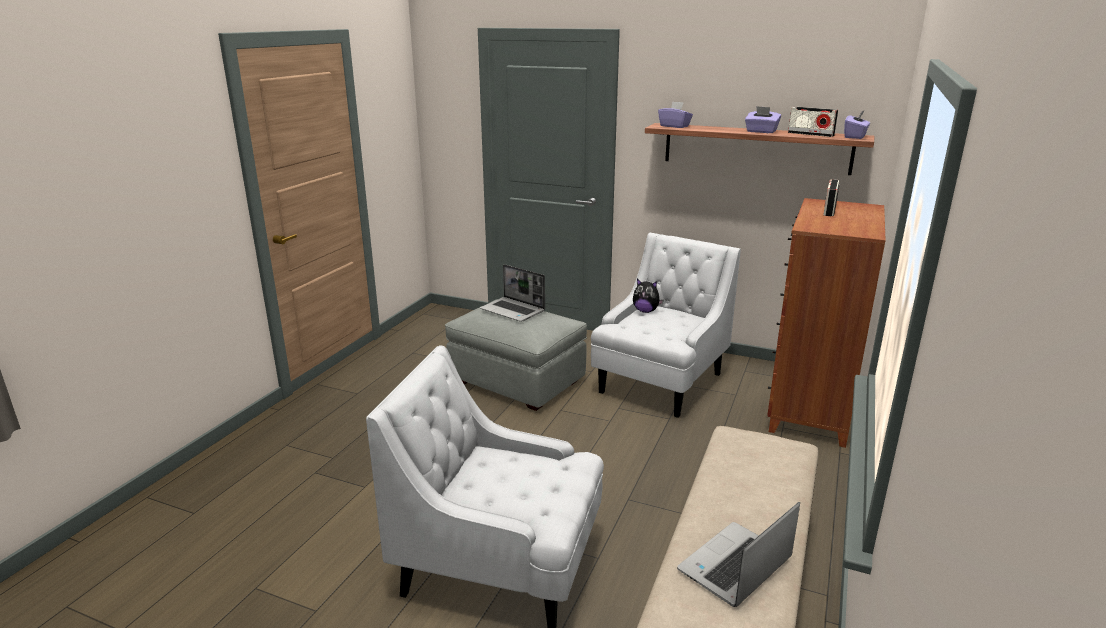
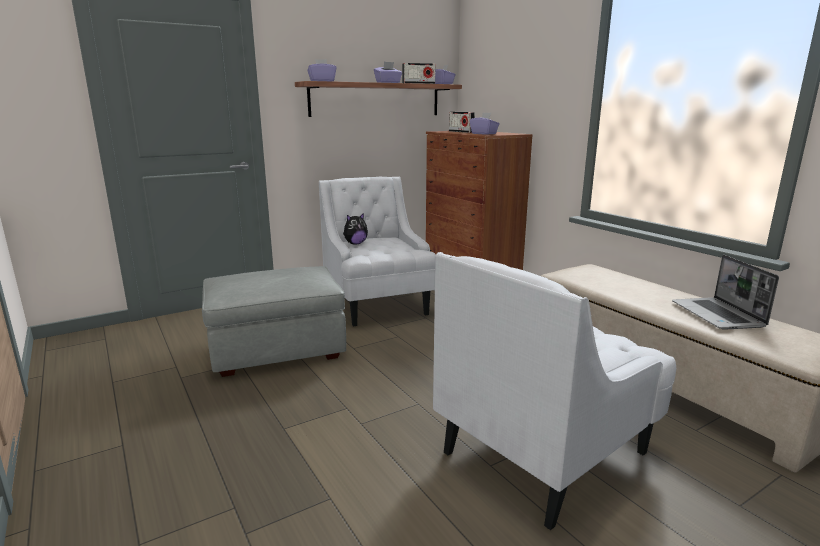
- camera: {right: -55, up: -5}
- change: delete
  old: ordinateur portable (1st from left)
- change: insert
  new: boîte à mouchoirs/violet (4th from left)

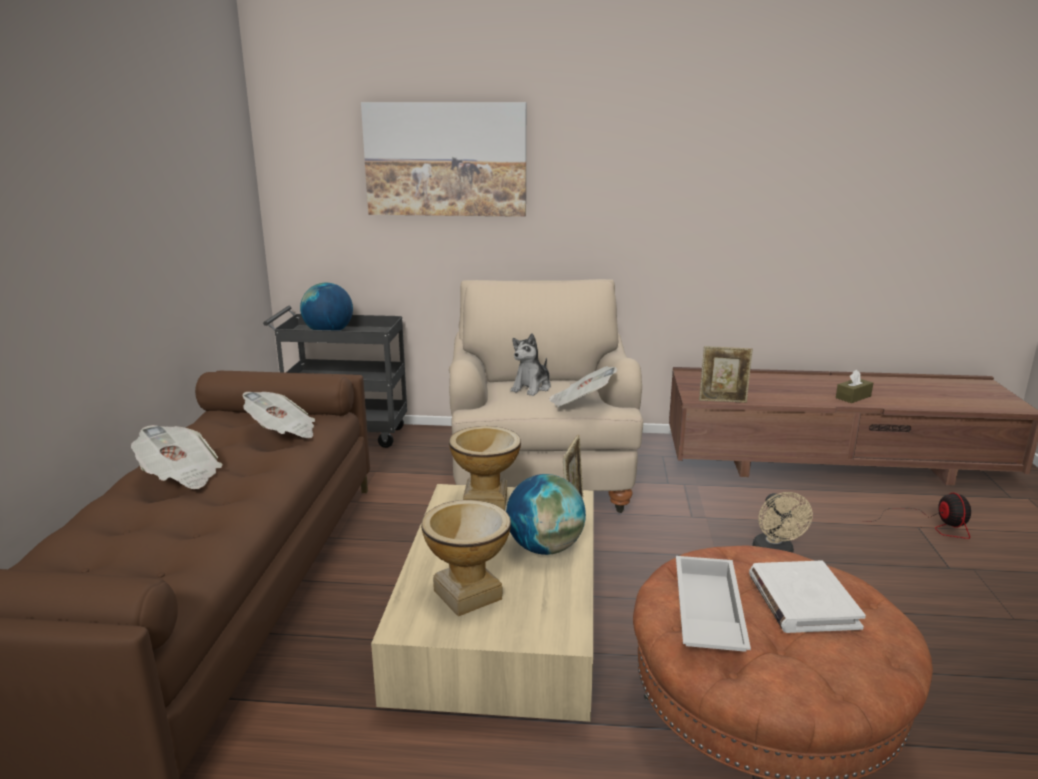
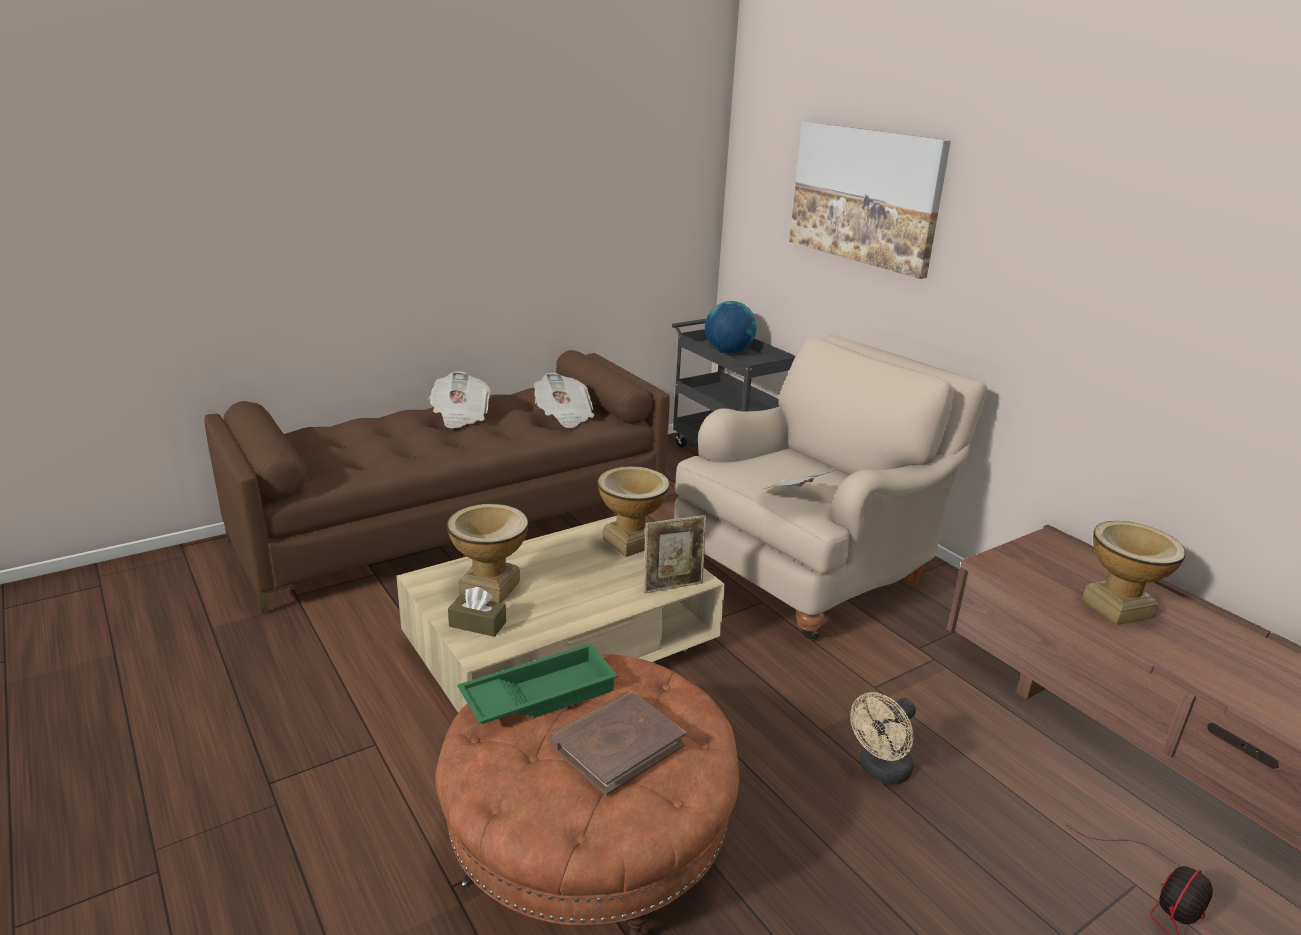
- camera: {right: 50, up: 5}
- change: delete
  old: globe (2nd from left)
- change: delete
  old: peluche
- change: delete
  old: cadre photo (2nd from left)
- change: insert
  new: vase (3rd from left)
- change: move
  old: boîte à mouchoirs/marron
- change: recolor
  old: plateau/blanc
  new: plateau/vert
- change: recolor
  old: livre/blanc
  new: livre/marron

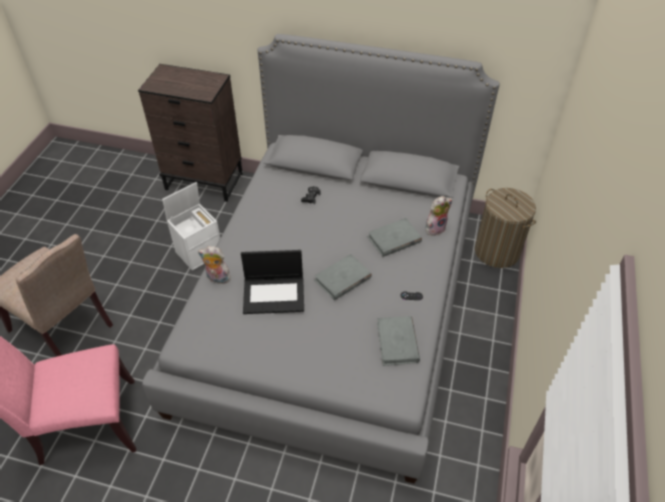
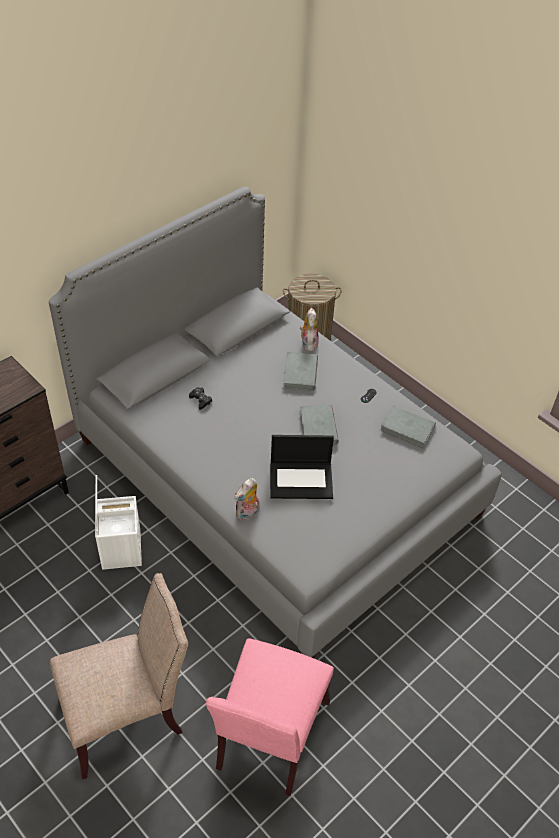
- camera: {right: -60, up: 0}
- change: rotate
  old: ordinateur portable
  degrees: 60

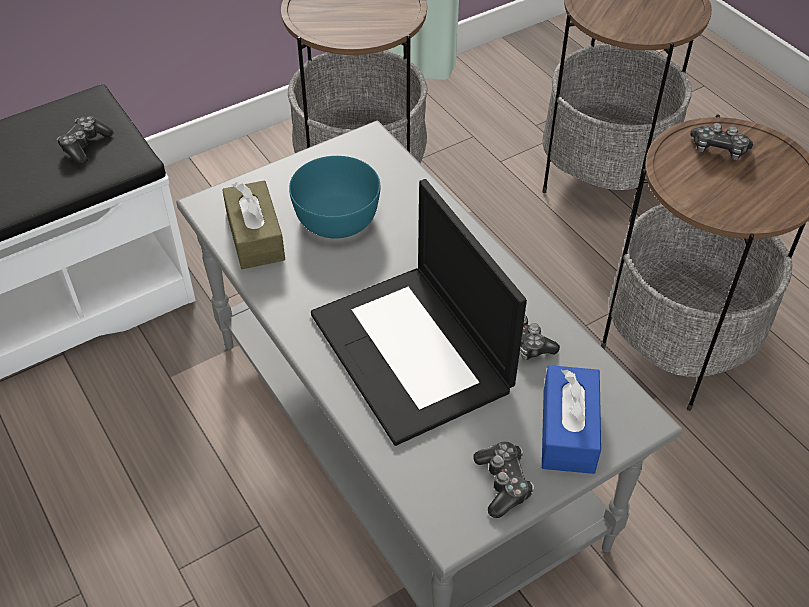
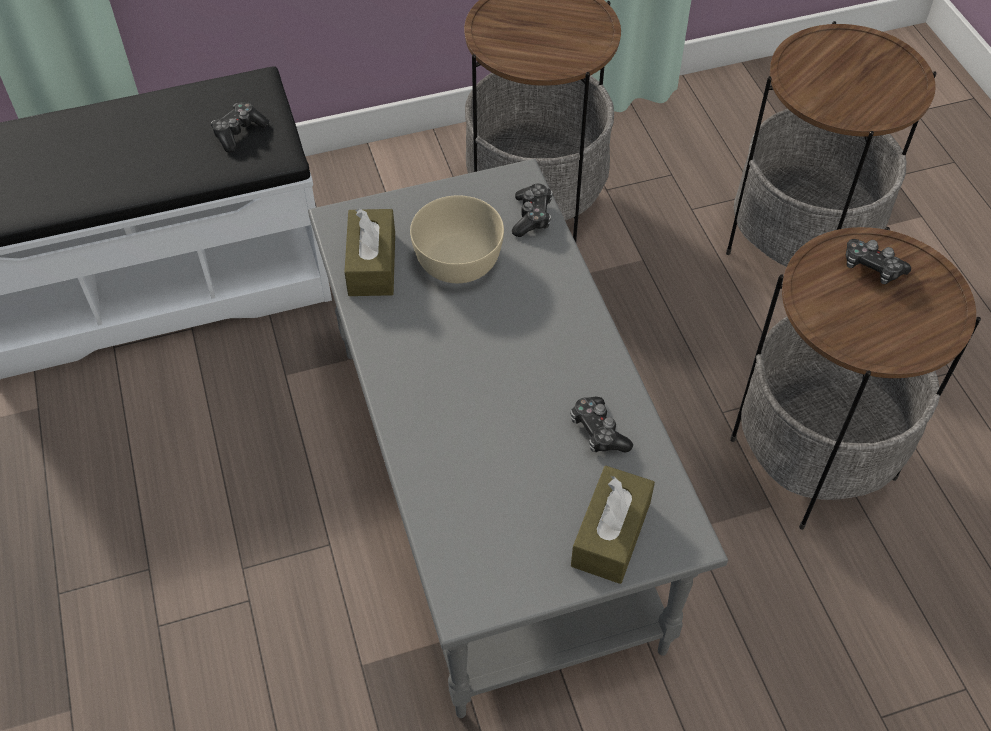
- camera: {right: 15, up: 5}
- change: delete
  old: ordinateur portable
- change: move
  old: manette (2nd from left)
- change: recolor
  old: bol/turquoise
  new: bol/beige
- change: recolor
  old: boîte à mouchoirs/bleu
  new: boîte à mouchoirs/marron (2nd from left)

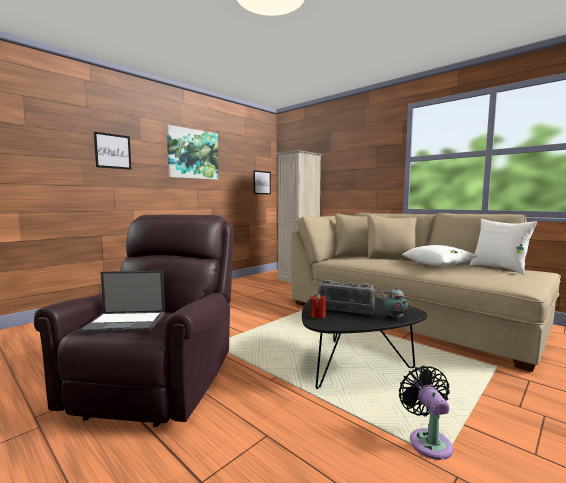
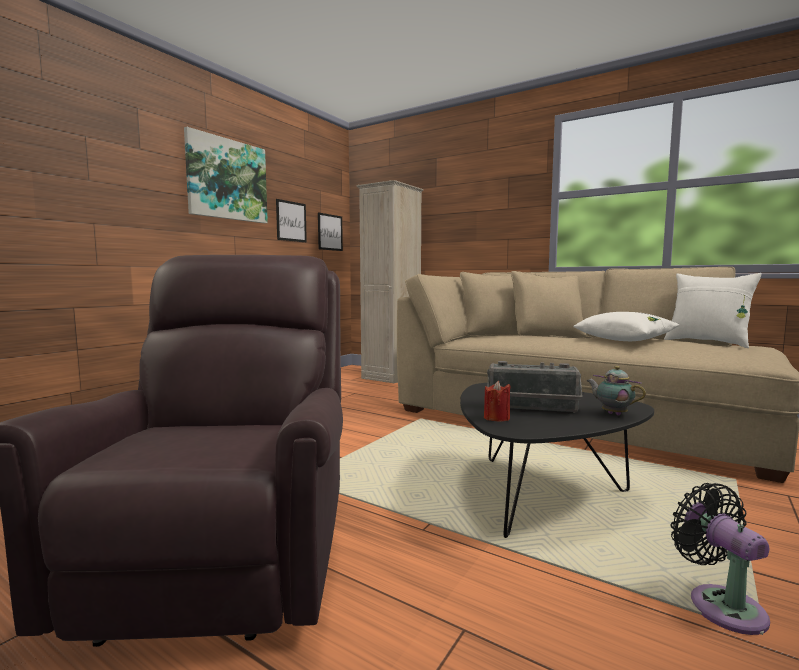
- camera: {right: -10, up: 0}
- change: delete
  old: ordinateur portable
- change: move
  old: tableau (1st from left in the first image)
  new: tableau (2nd from left)

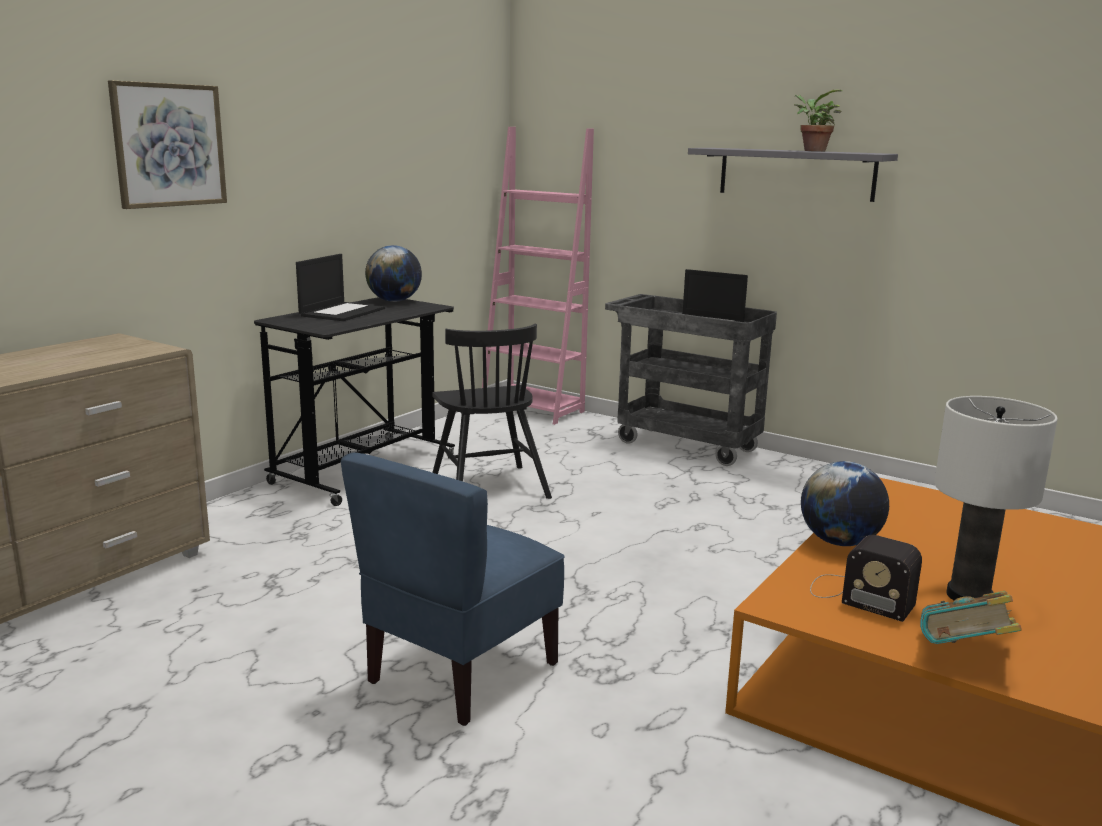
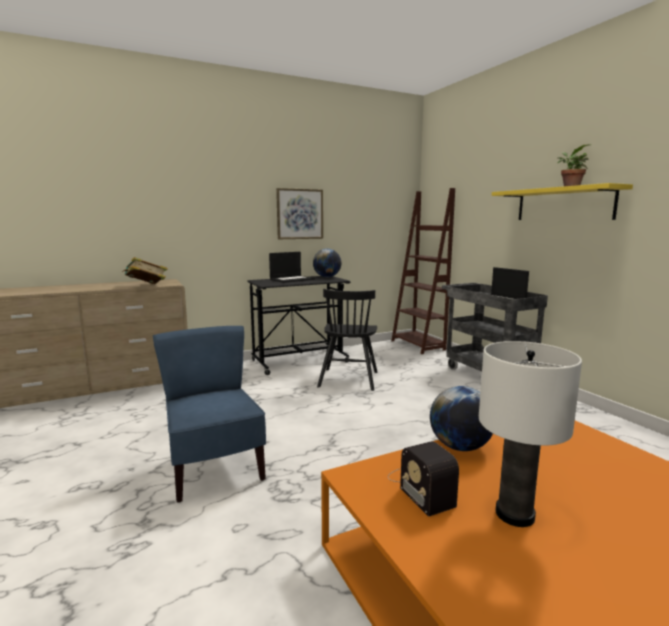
- camera: {right: 30, up: -5}
- change: move
  old: tableau
- change: move
  old: livre
- change: recolor
  old: bibliothèque/rose
  new: bibliothèque/marron
- change: recolor
  old: étagère/gris
  new: étagère/jaune
- change: rotate
  old: chaise/bleu
  degrees: 90

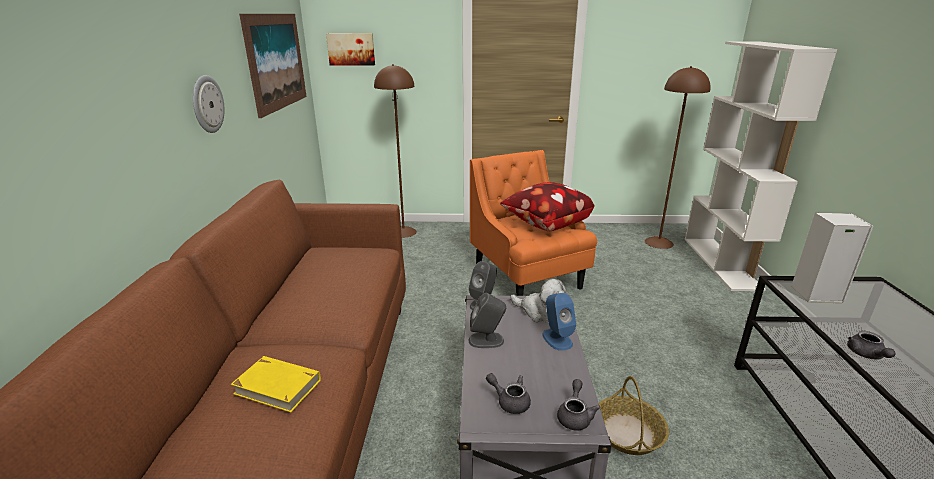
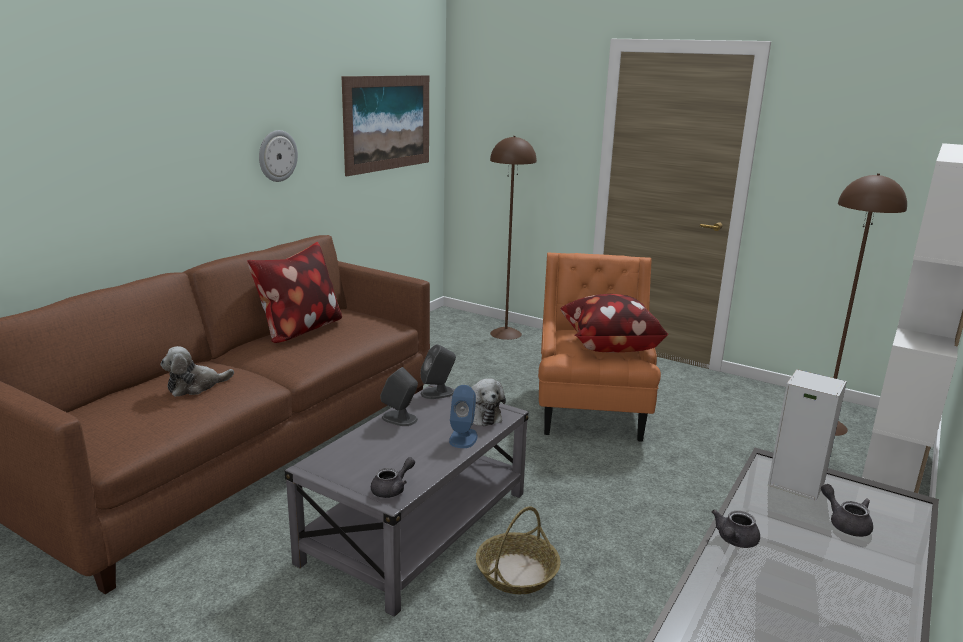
- camera: {right: 30, up: -5}
- change: delete
  old: tableau (2nd from left)
- change: insert
  new: coussin (1st from left)
- change: move
  old: théière/gris (1st from left in the first image)
  new: théière/gris (3rd from left)
- change: replace
  old: livre/jaune
  new: peluche (1st from left)

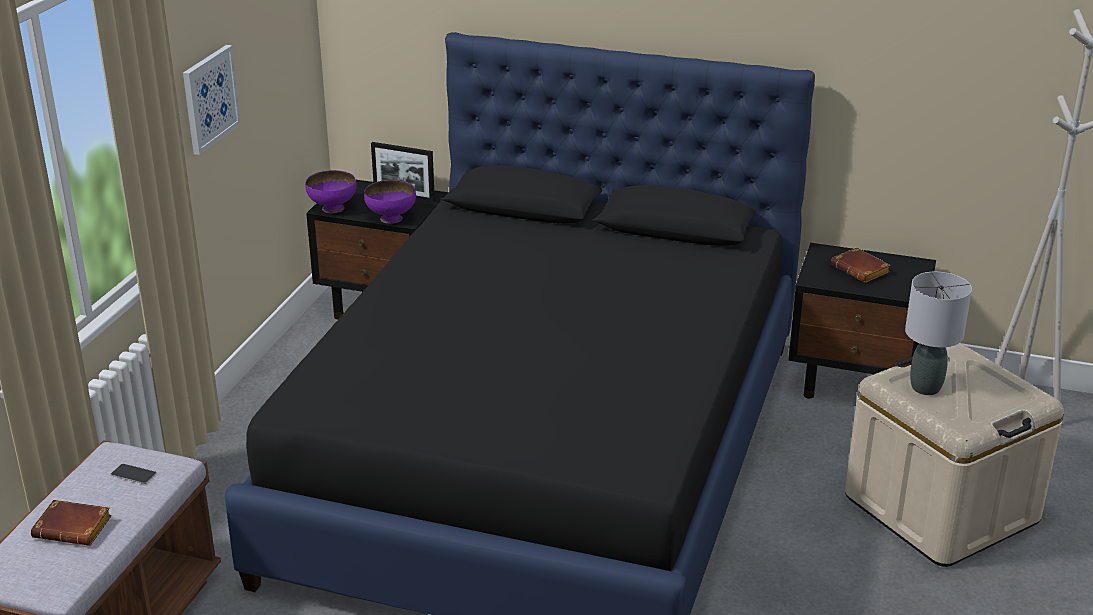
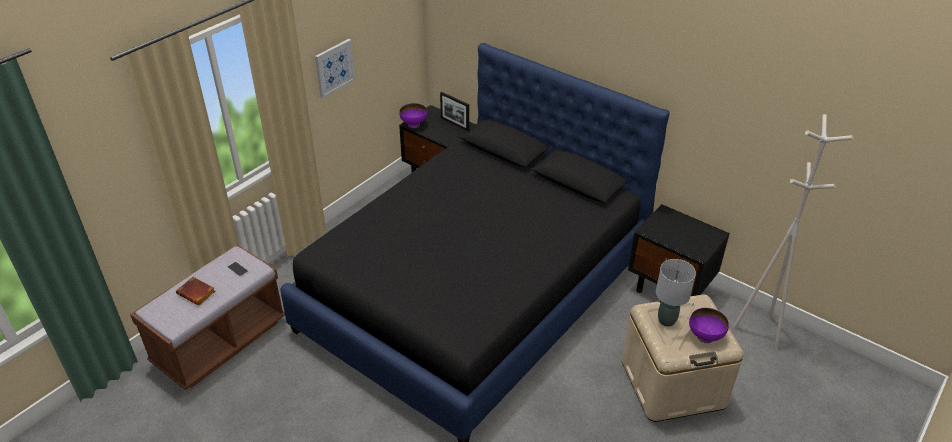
- camera: {right: 20, up: 10}
- change: delete
  old: livre/marron (2nd from left)
- change: move
  old: bol/violet (2nd from left)

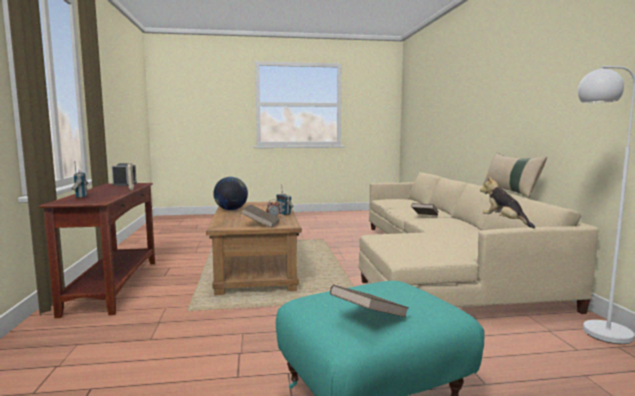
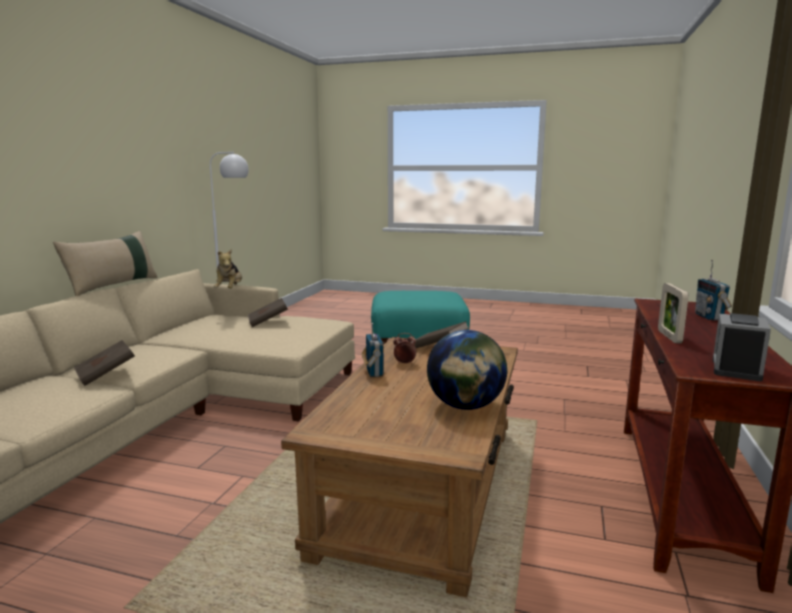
- camera: {right: -155, up: 5}
- change: move
  old: livre/marron (2nd from left)

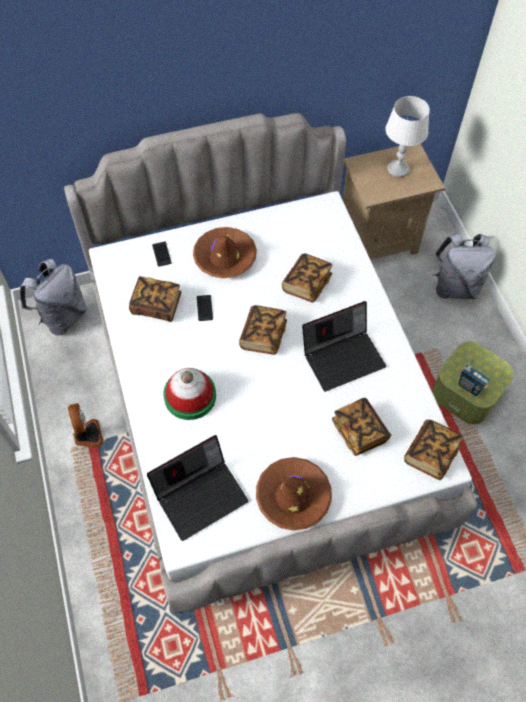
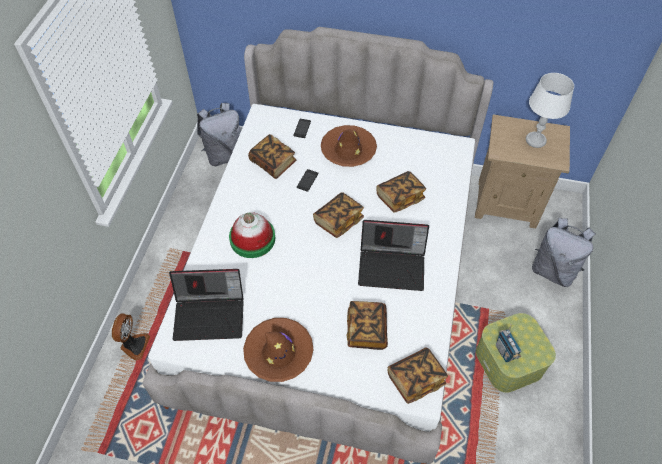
- camera: {right: 30, up: -5}
- change: move
  old: ventilateur

